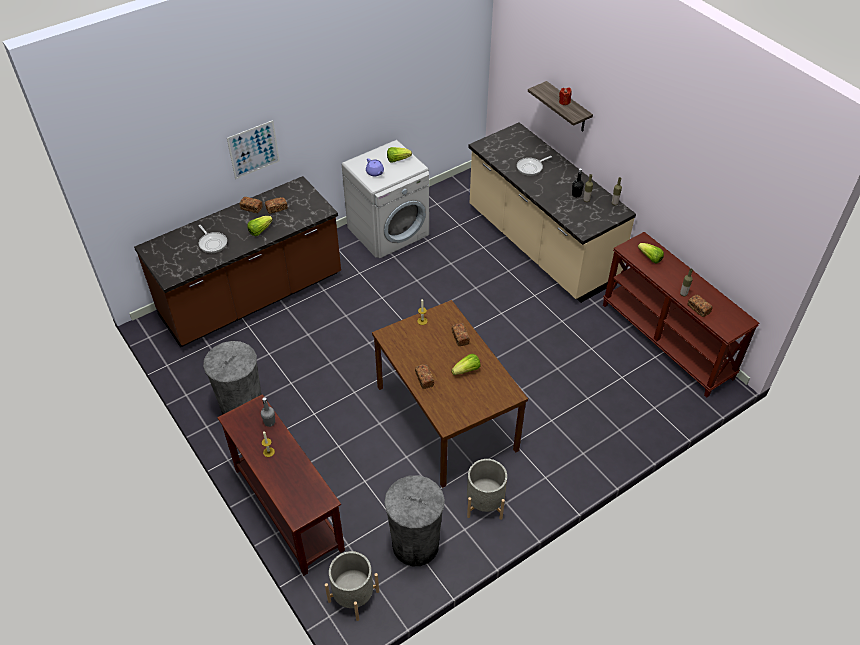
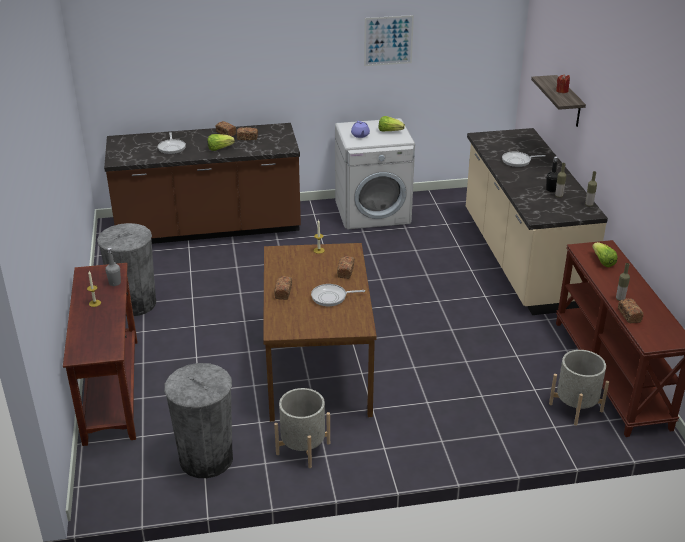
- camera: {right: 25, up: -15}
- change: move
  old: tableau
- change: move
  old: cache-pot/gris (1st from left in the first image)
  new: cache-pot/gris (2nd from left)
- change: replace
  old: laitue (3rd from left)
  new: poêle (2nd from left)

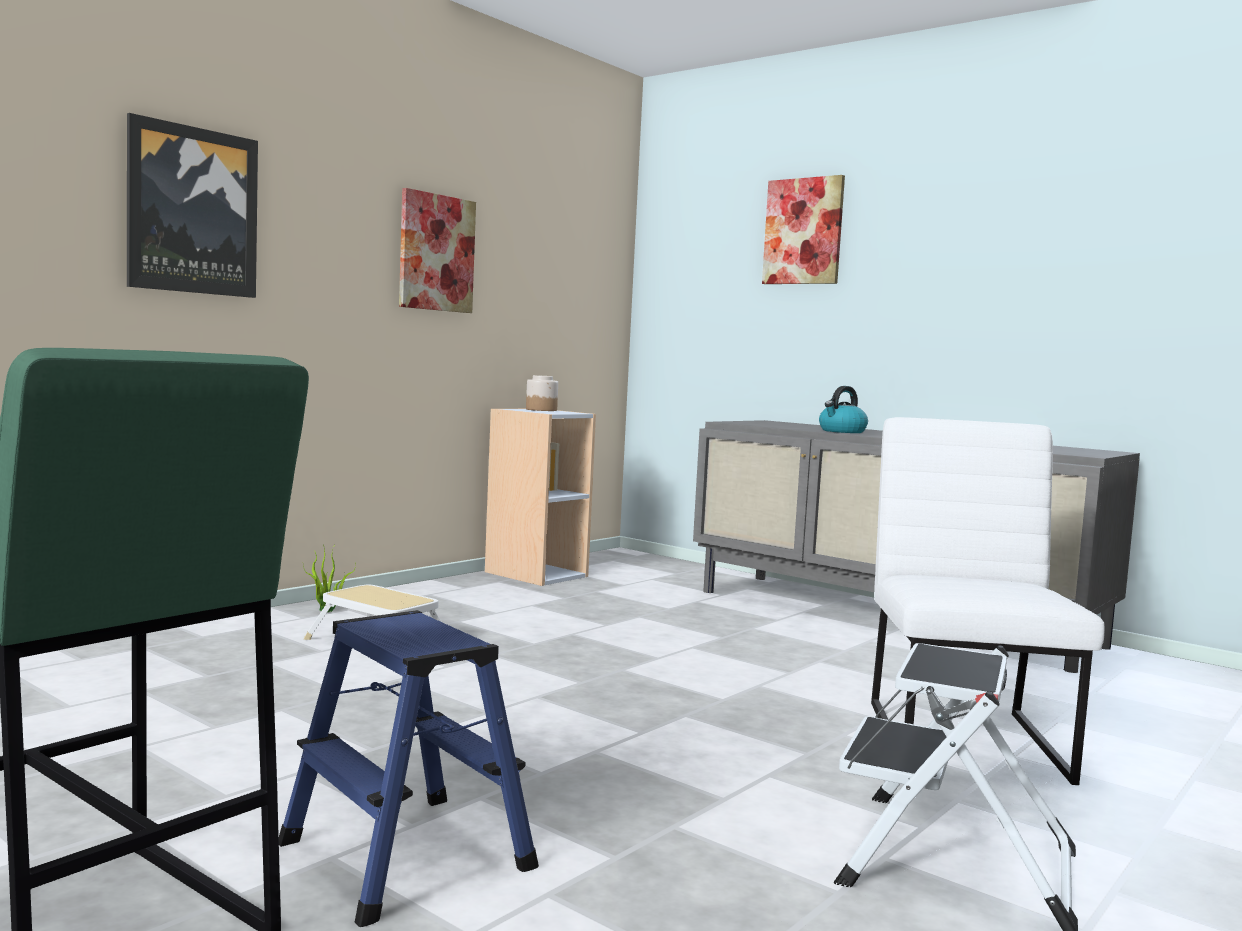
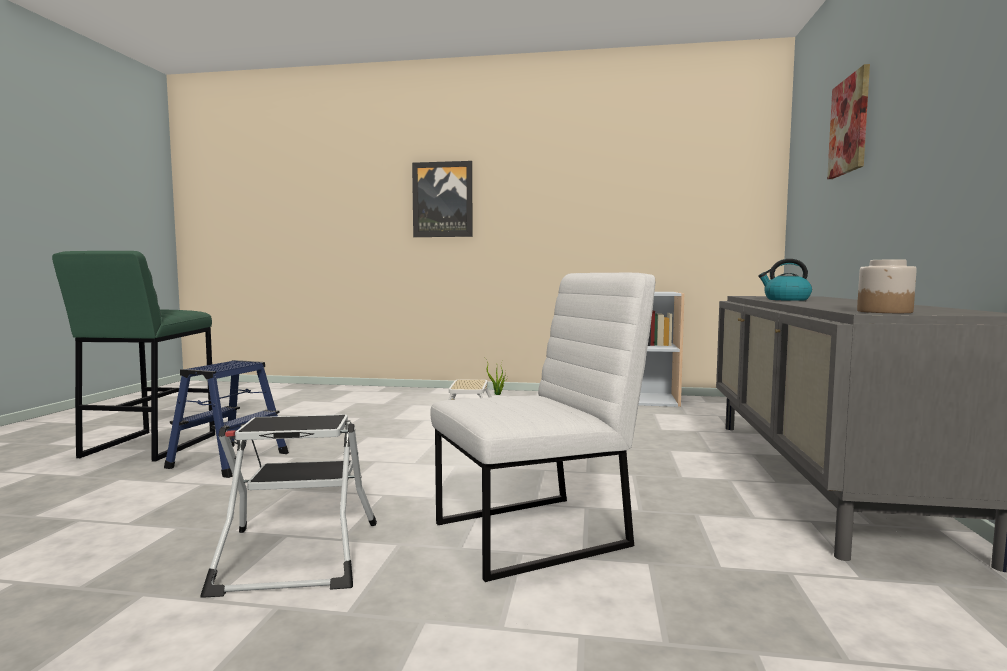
- camera: {right: 60, up: 0}
- change: delete
  old: tableau (2nd from left)
- change: move
  old: bocal

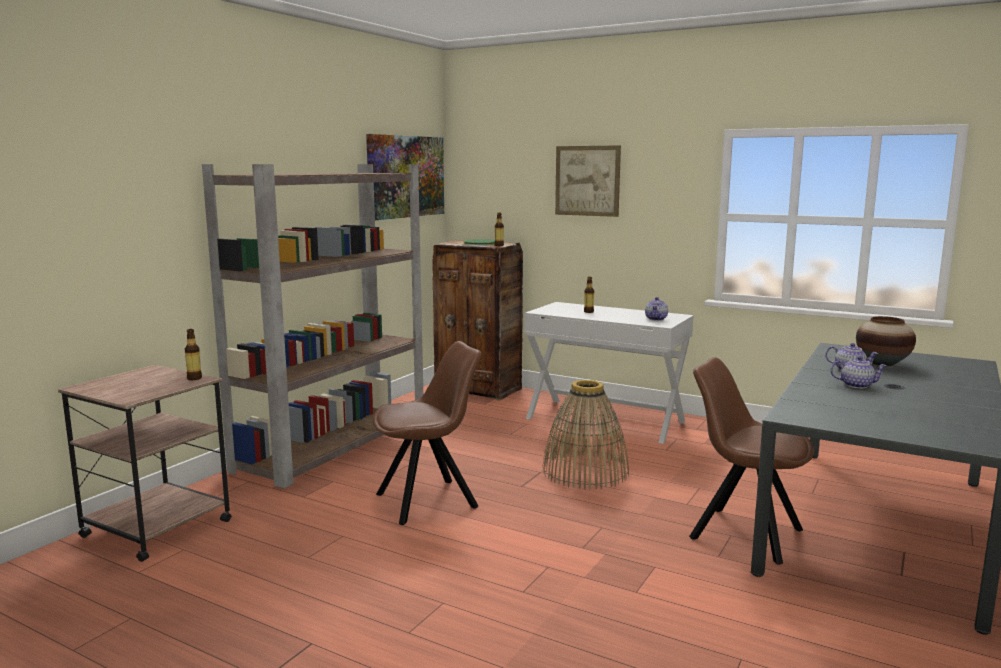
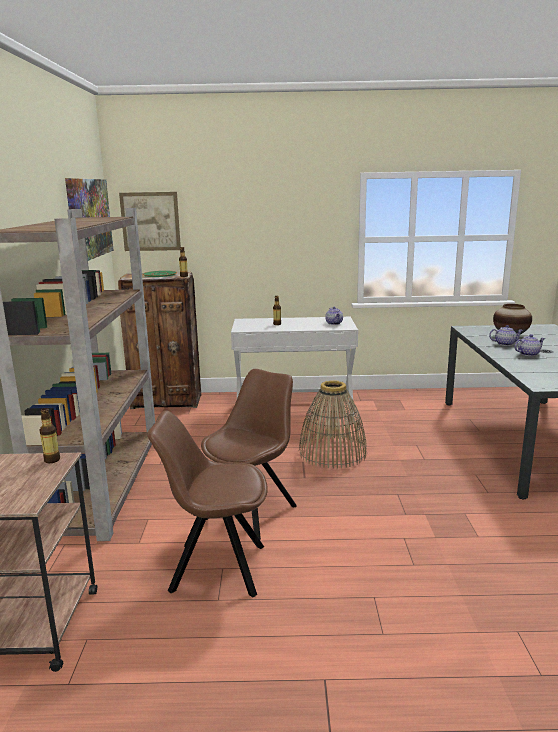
- camera: {right: -30, up: 5}
- change: move
  old: tableau (2nd from left)
- change: move
  old: chaise/marron (2nd from left in the first image)
  new: chaise/marron (1st from left)

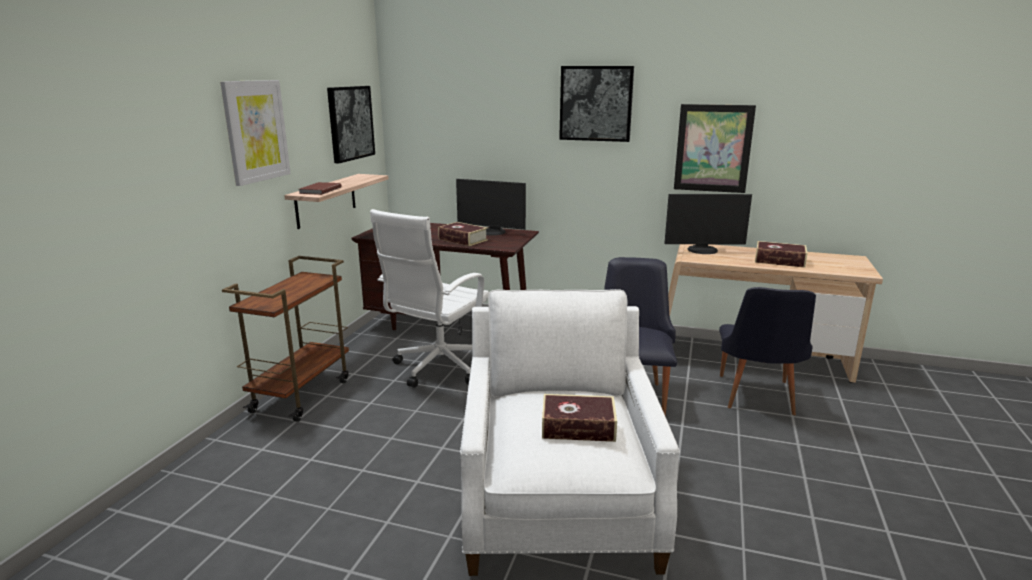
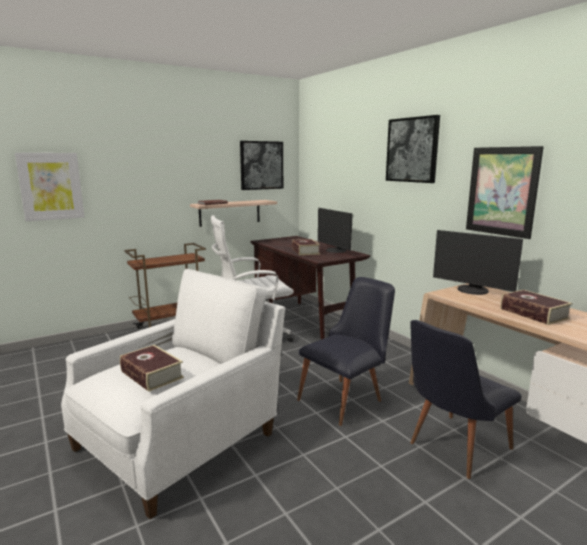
- camera: {right: 40, up: -5}
- change: move
  old: tableau (1st from left)

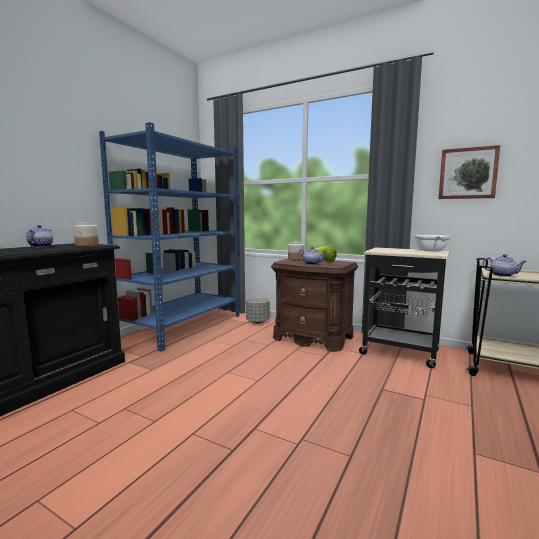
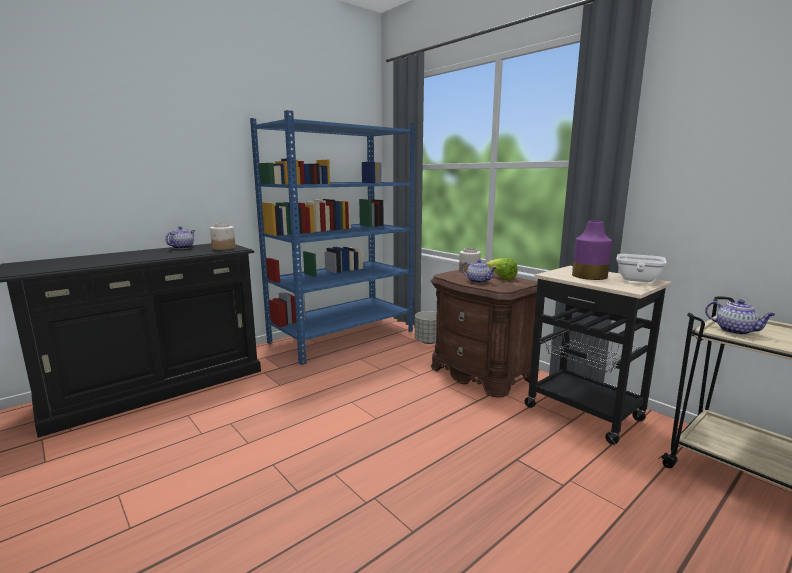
- camera: {right: 20, up: 5}
- change: delete
  old: tableau
- change: insert
  new: vase/violet

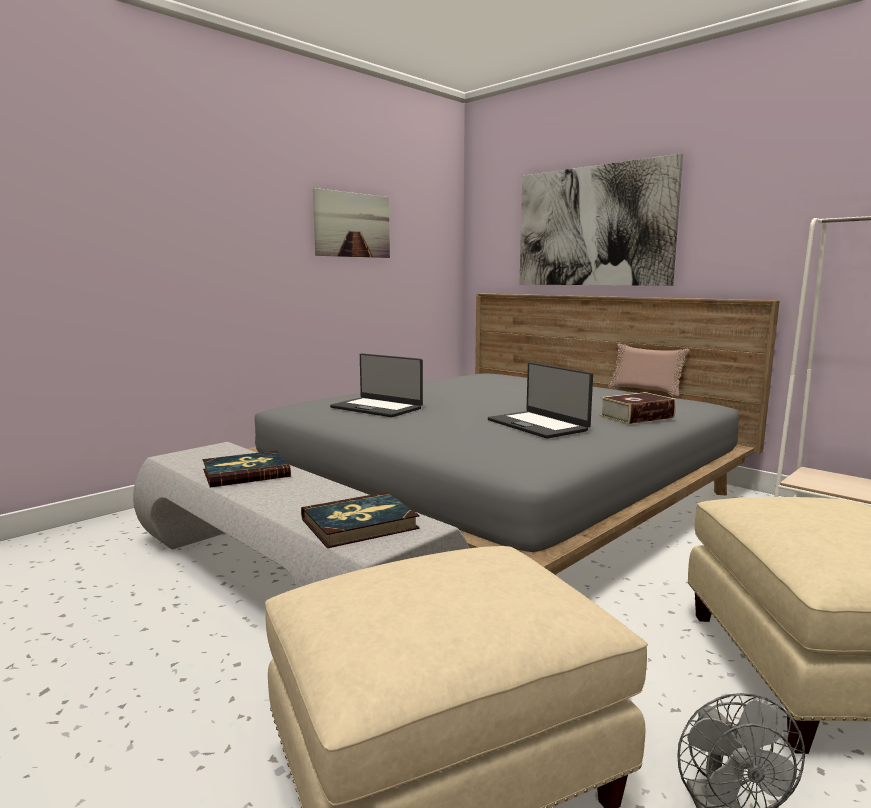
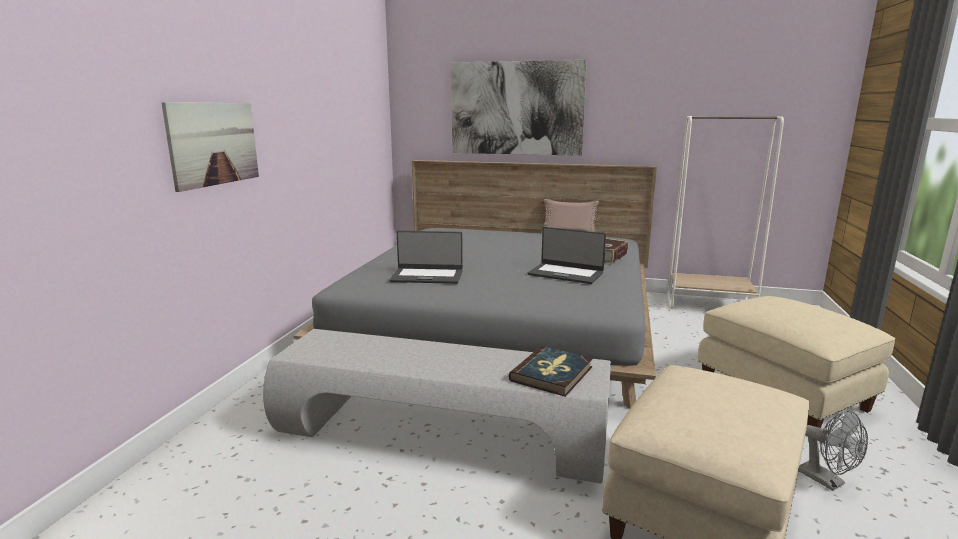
- camera: {right: -30, up: 5}
- change: delete
  old: livre (1st from left)
- change: move
  old: tableau (1st from left)

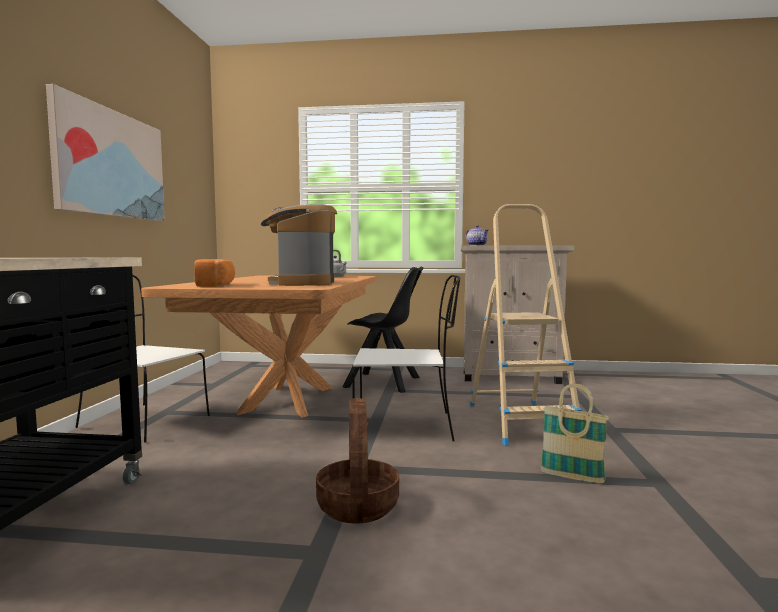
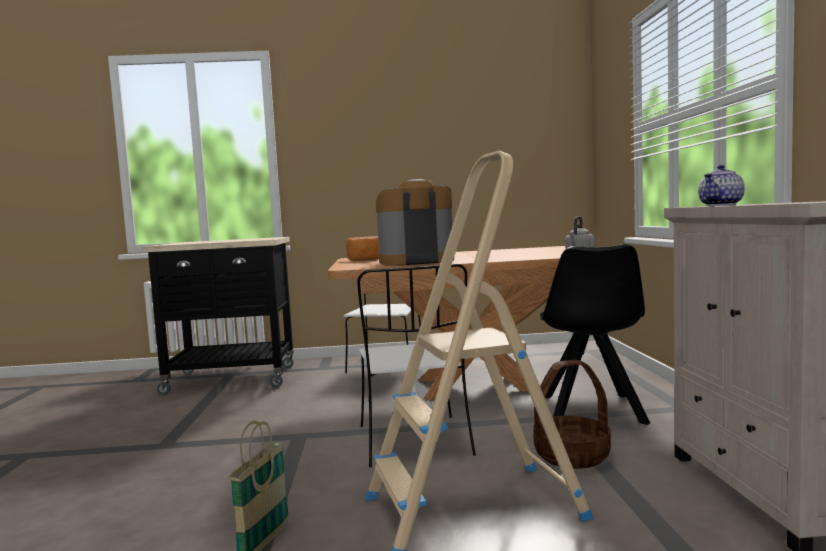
- camera: {right: 80, up: 0}
- change: delete
  old: tableau
- change: move
  old: panier (1st from left in the first image)
  new: panier (2nd from left)

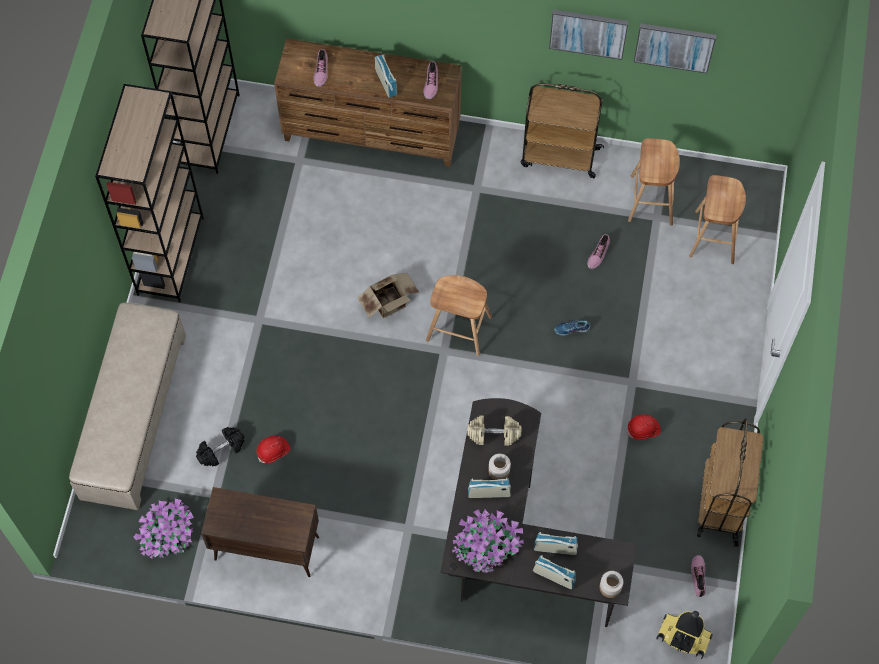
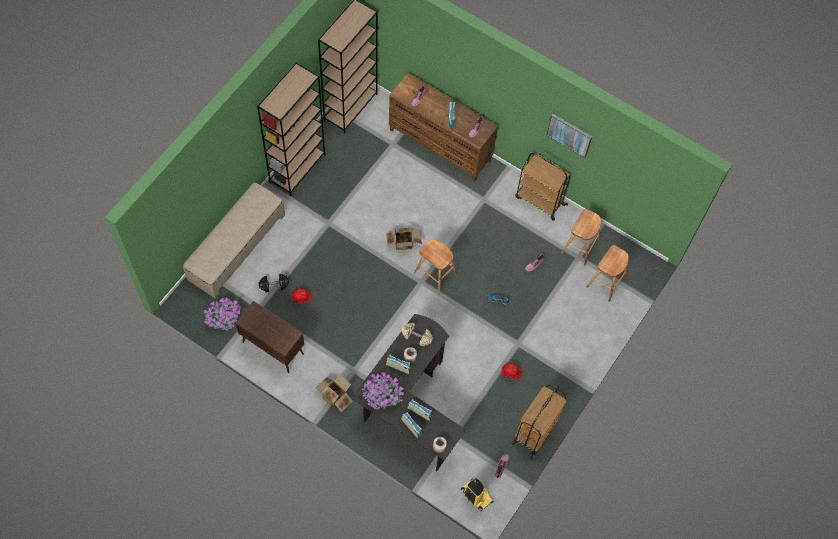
- camera: {right: 20, up: 0}
- change: delete
  old: tableau (2nd from left)
- change: insert
  new: carton (1st from left)

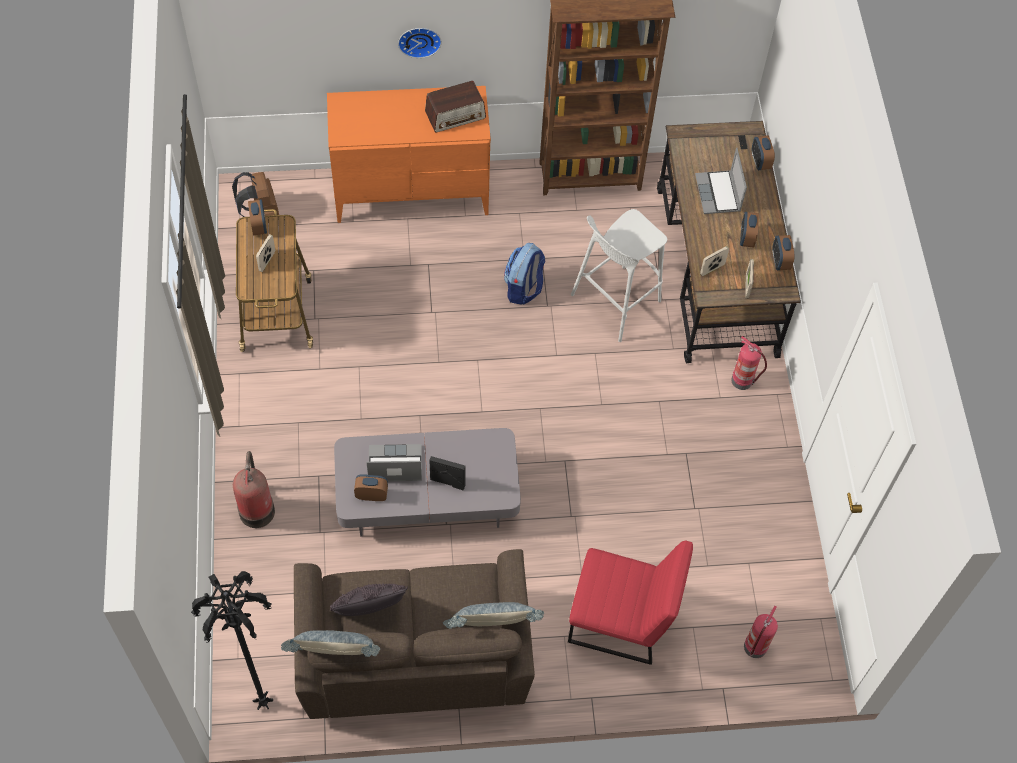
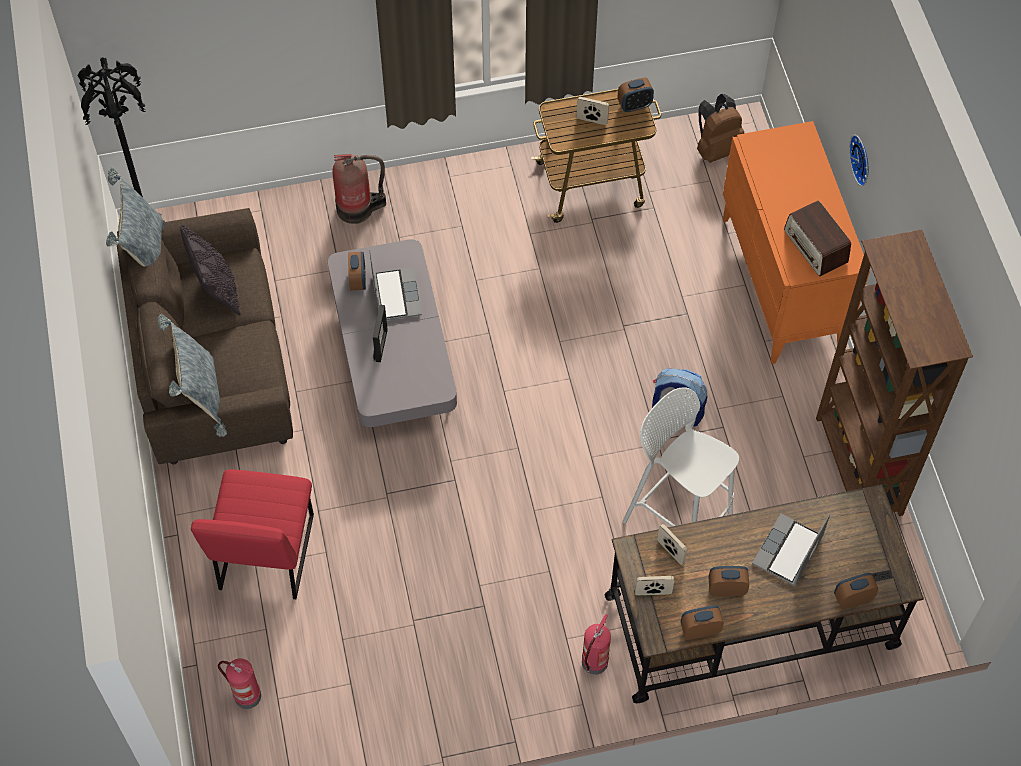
- camera: {right: 85, up: 0}
- change: rotate
  old: ordinateur portable (2nd from left)
  degrees: -45

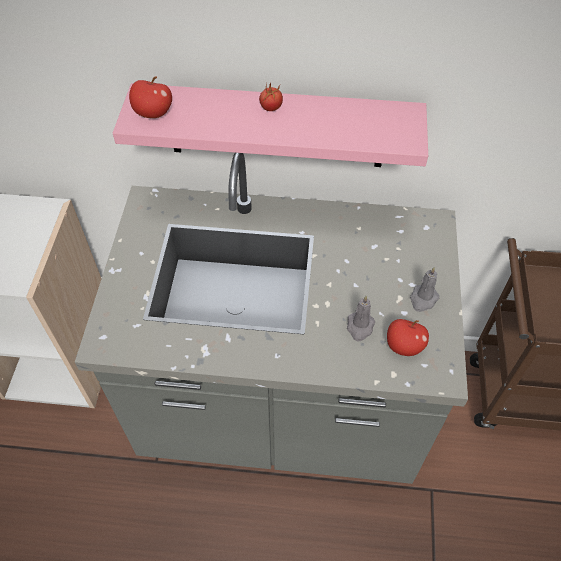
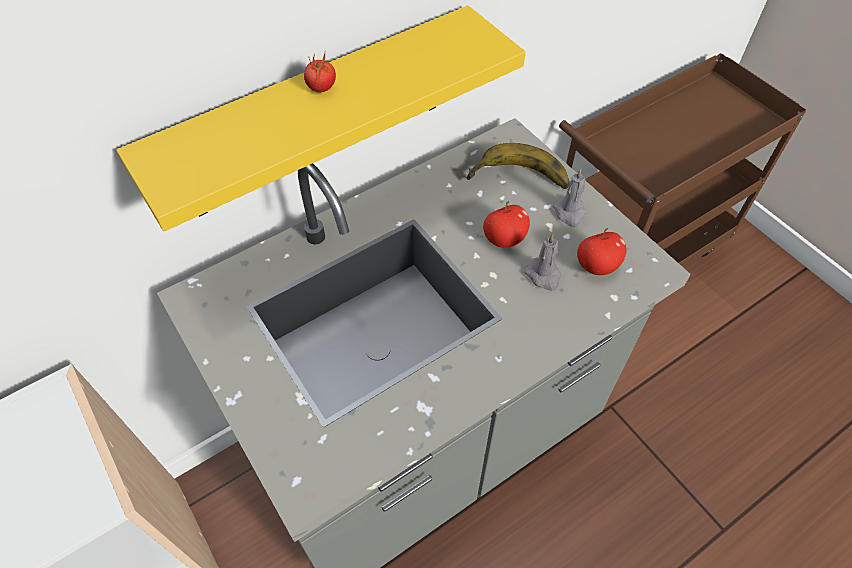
- camera: {right: -40, up: 0}
- change: insert
  new: banane
- change: move
  old: pomme (1st from left)
- change: recolor
  old: étagère/rose
  new: étagère/jaune

